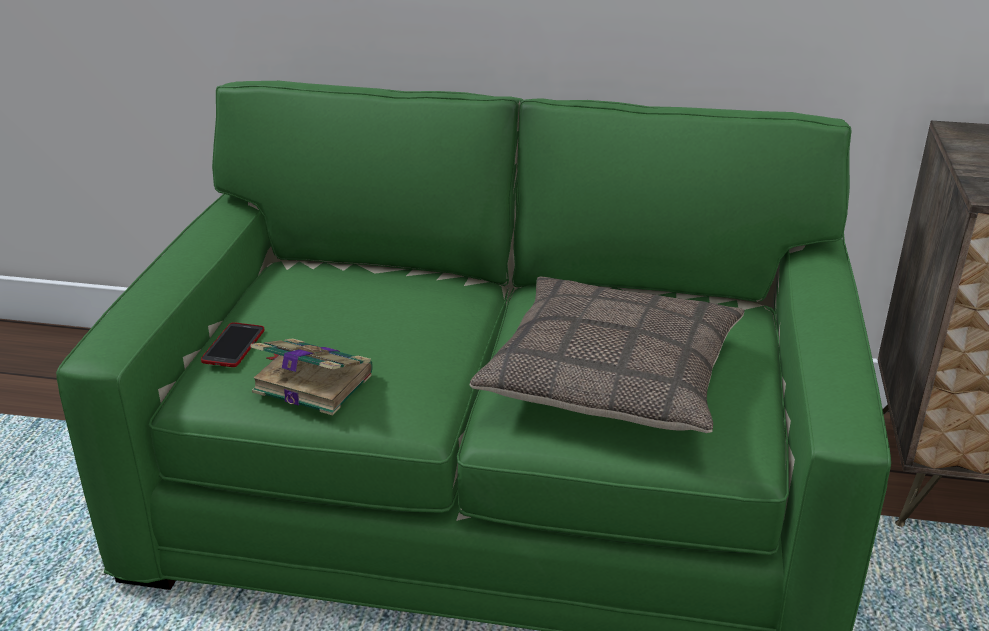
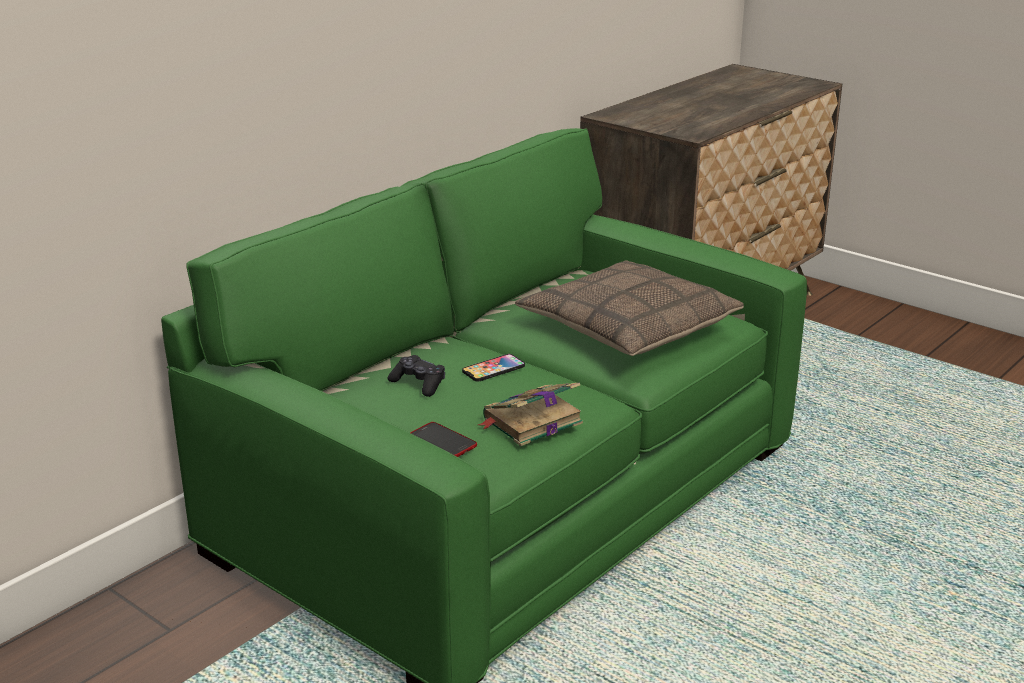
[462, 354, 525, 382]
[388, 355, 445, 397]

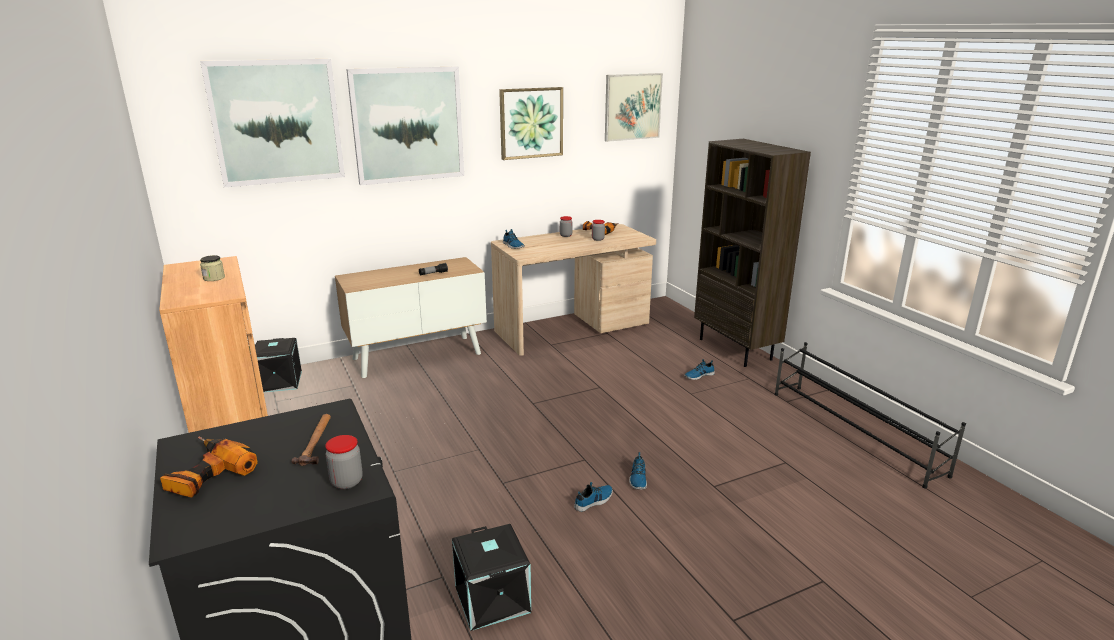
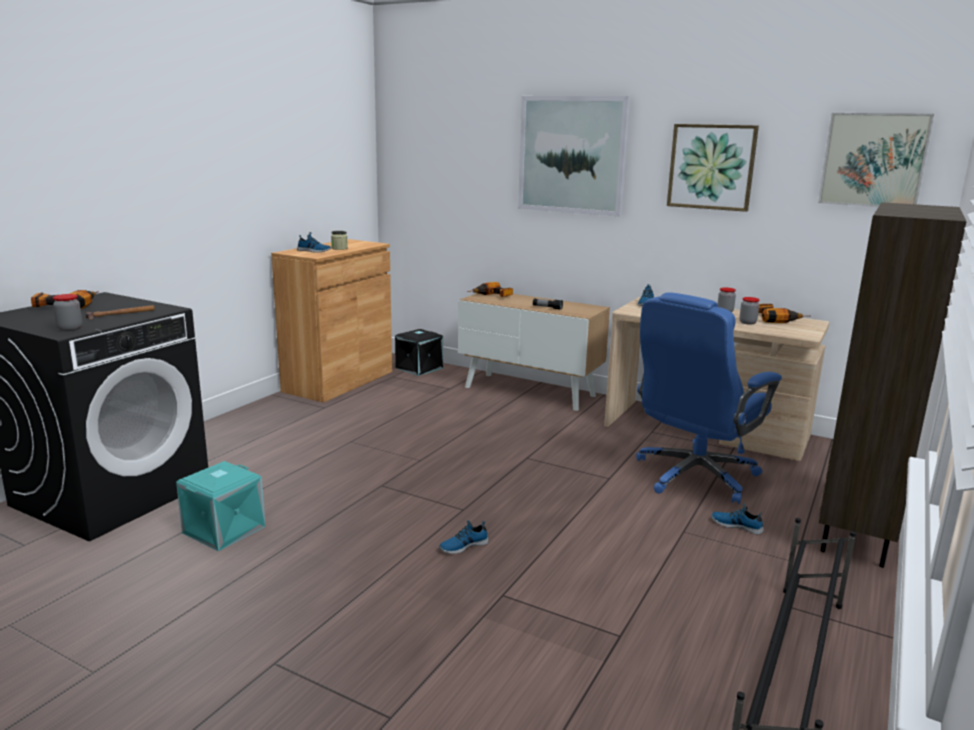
[200, 59, 345, 187] (first image)
[297, 232, 331, 253]
[176, 461, 265, 551]
[467, 282, 513, 297]
[636, 292, 782, 504]

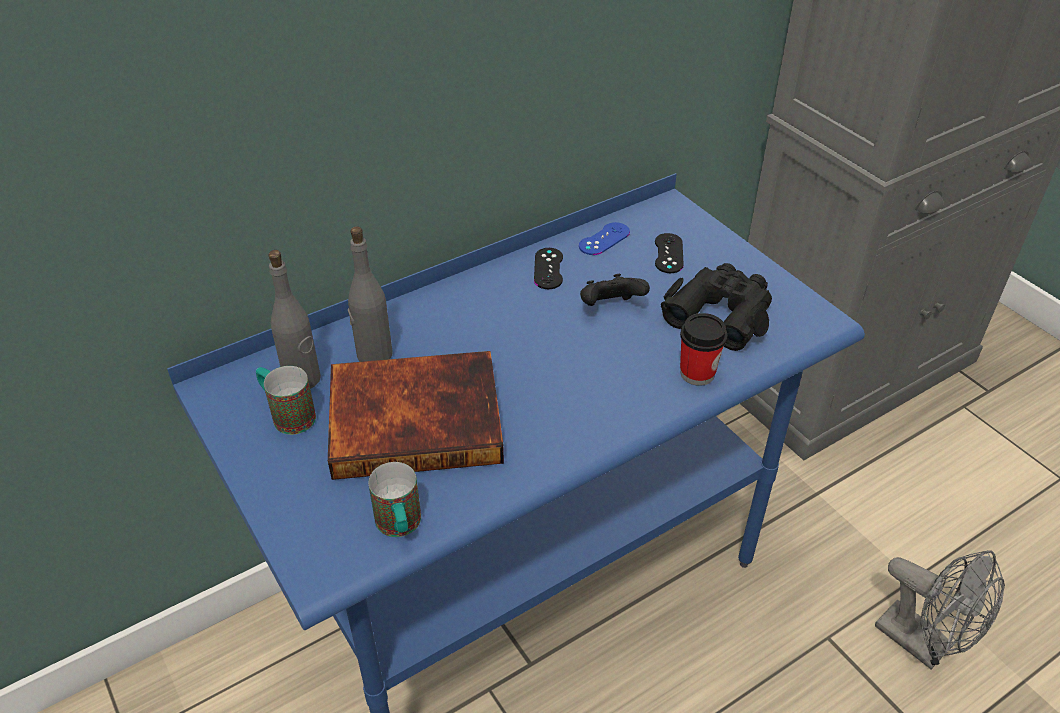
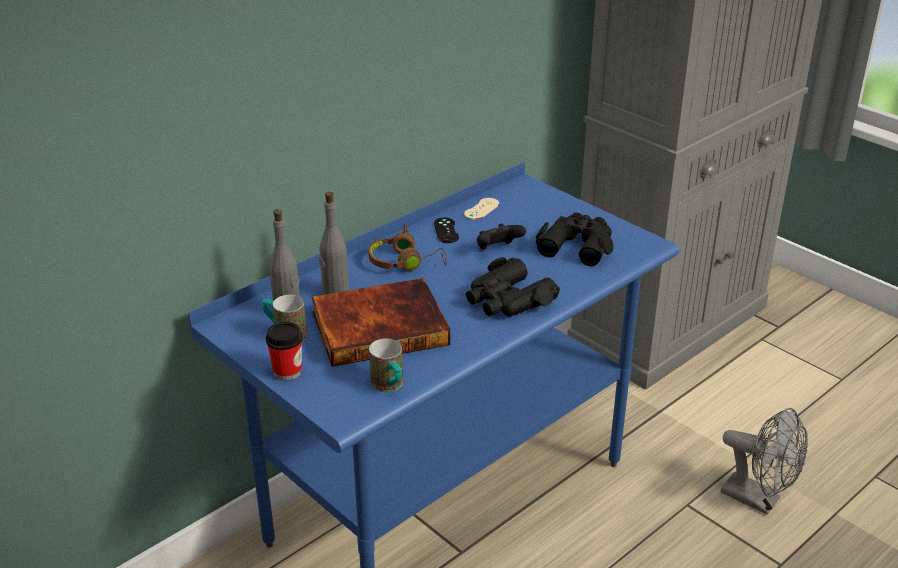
[464, 198, 499, 220]
[655, 233, 684, 273] (first image)
[266, 322, 303, 381]
[368, 223, 446, 271]
[466, 257, 560, 317]

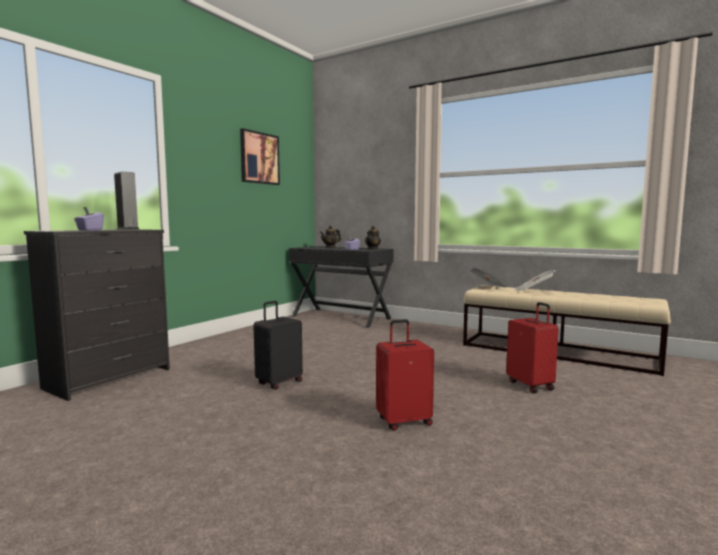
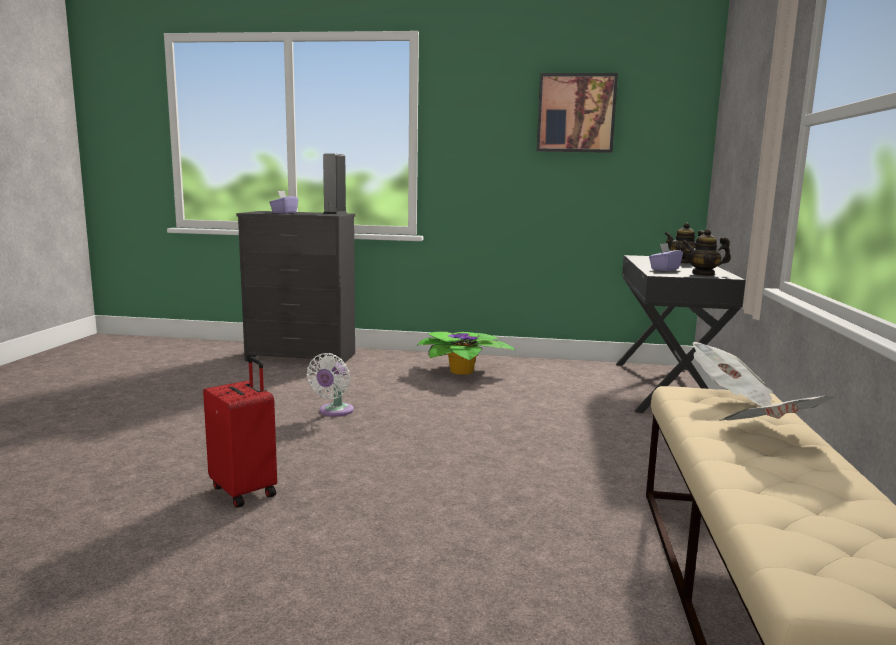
[307, 353, 354, 417]
[506, 302, 559, 393] (first image)
[417, 331, 515, 375]

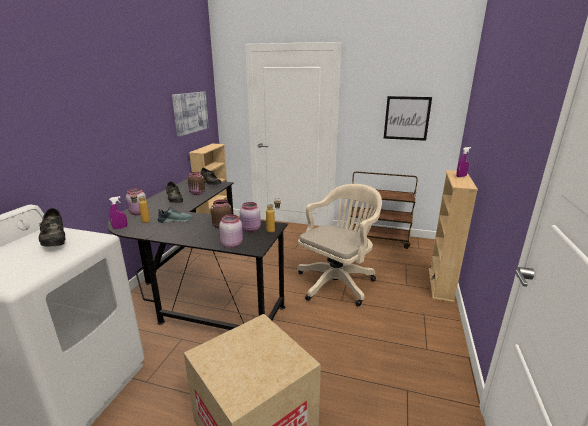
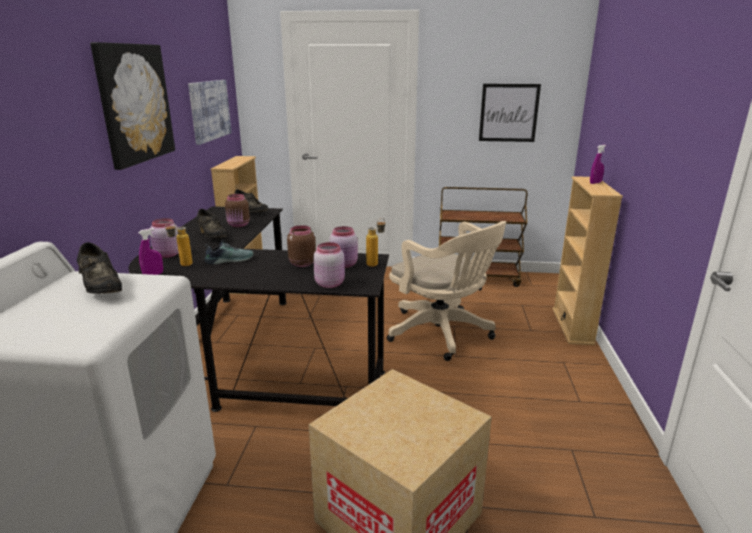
[387, 221, 506, 361]
[90, 42, 175, 170]

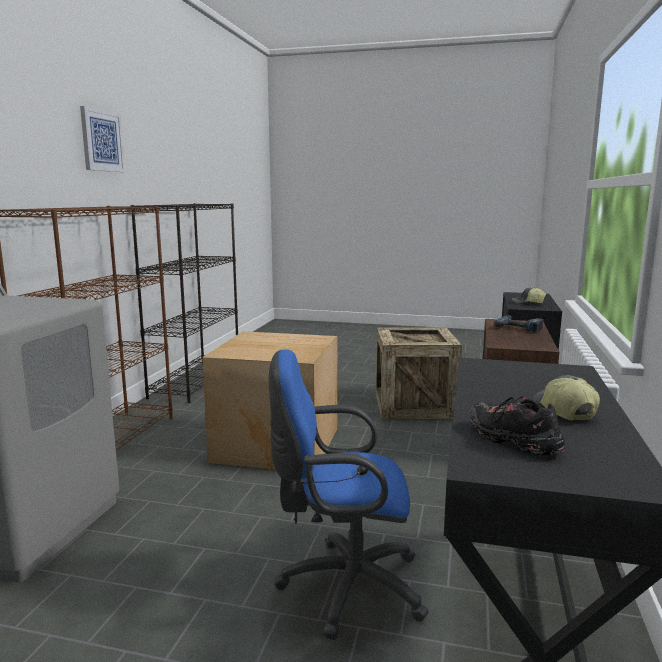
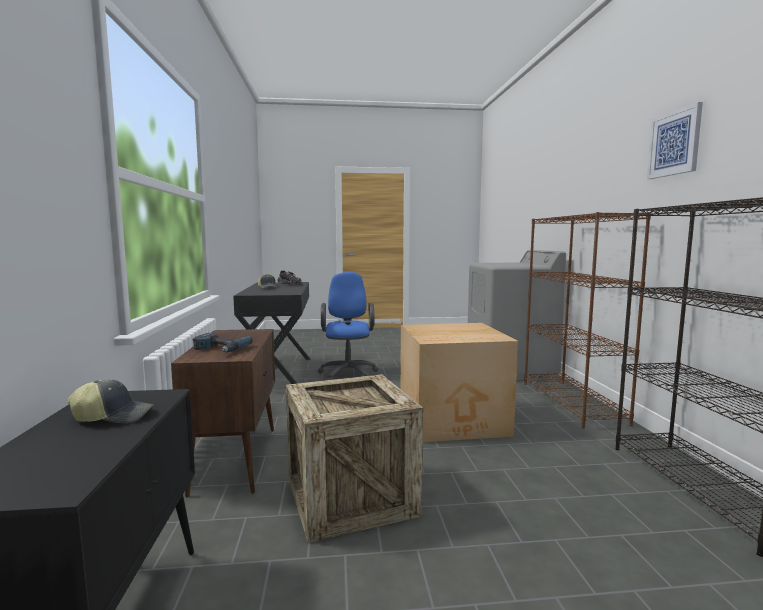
[318, 272, 378, 380]

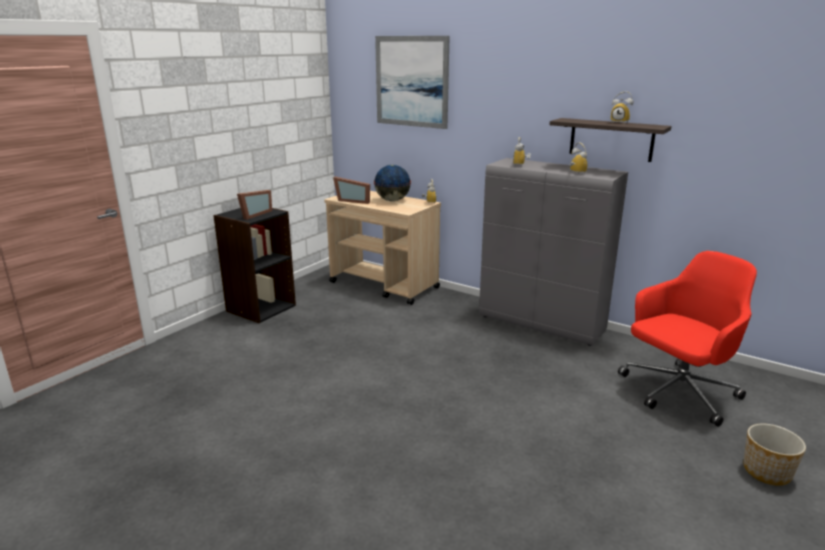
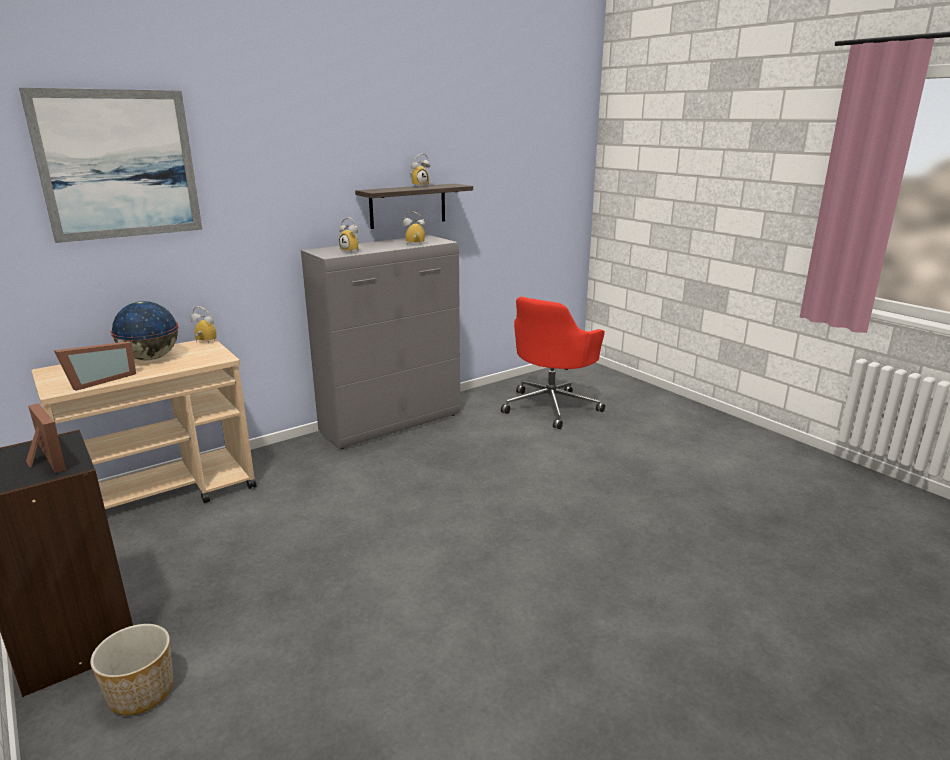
[501, 297, 605, 429]
[90, 624, 173, 715]

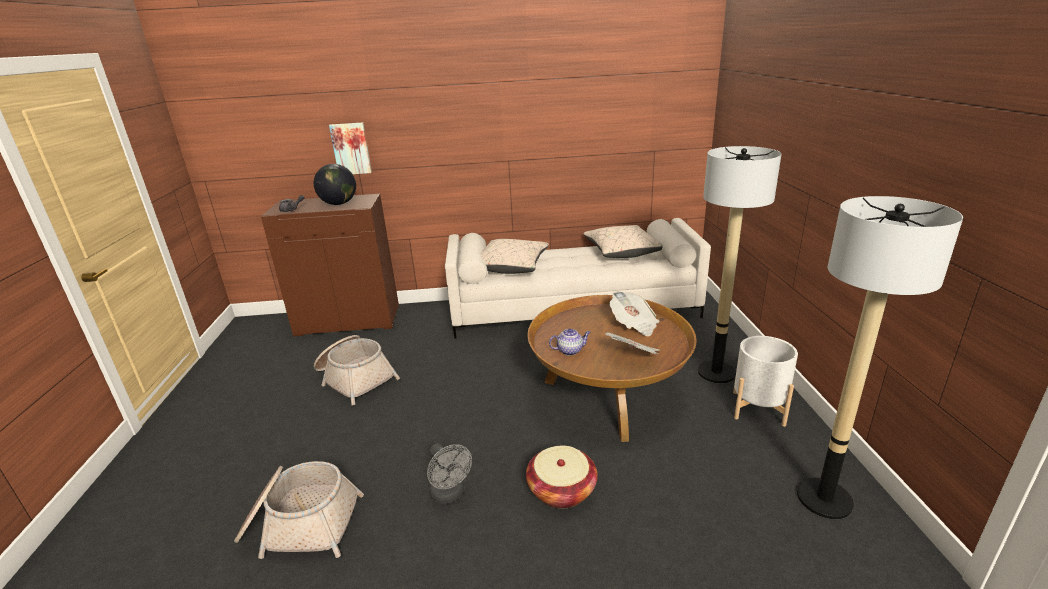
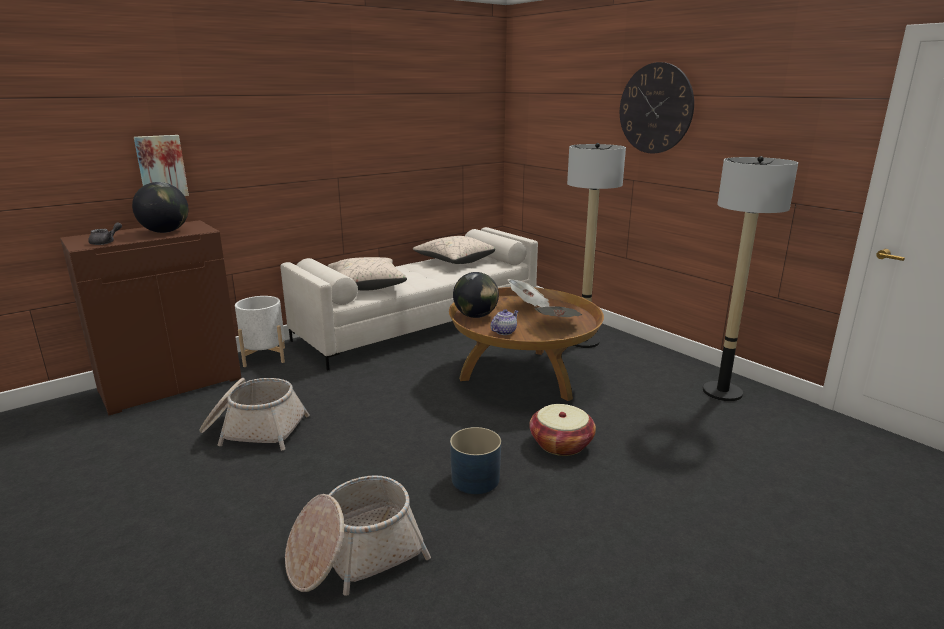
[235, 296, 285, 367]
[450, 427, 501, 494]
[620, 62, 694, 154]
[453, 272, 499, 318]

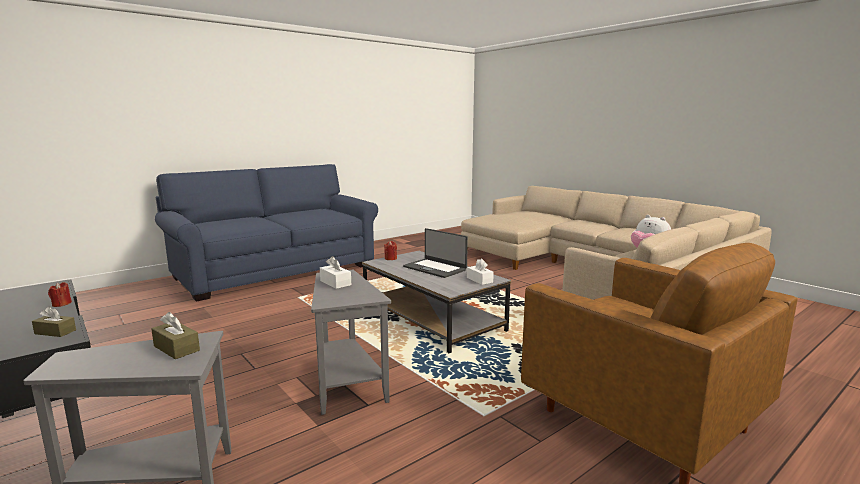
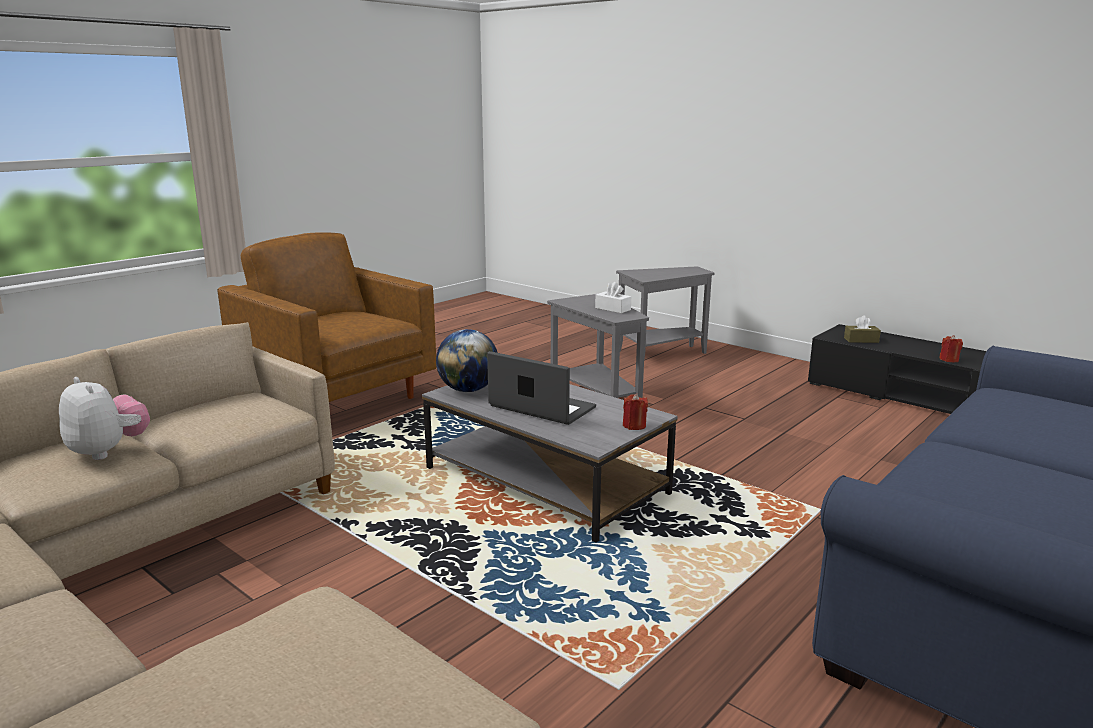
[436, 329, 498, 392]
[151, 312, 200, 359] (first image)

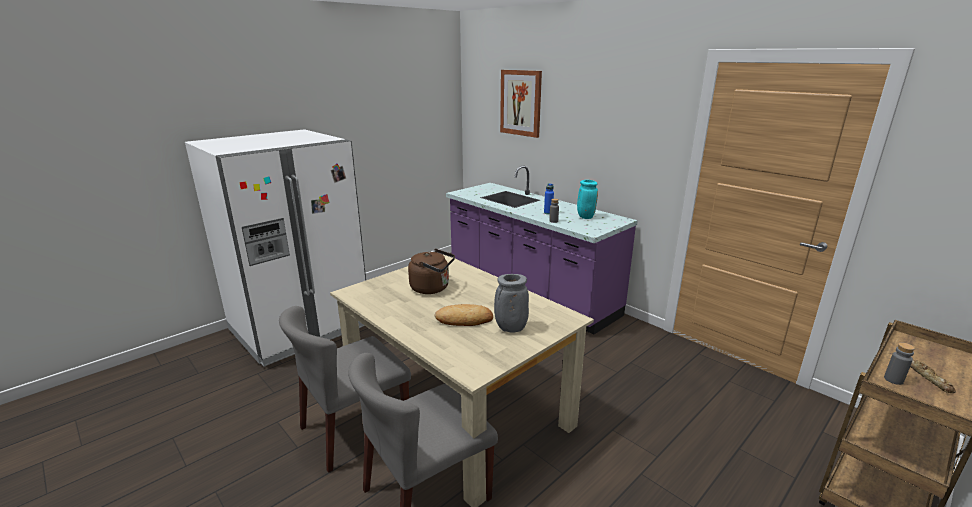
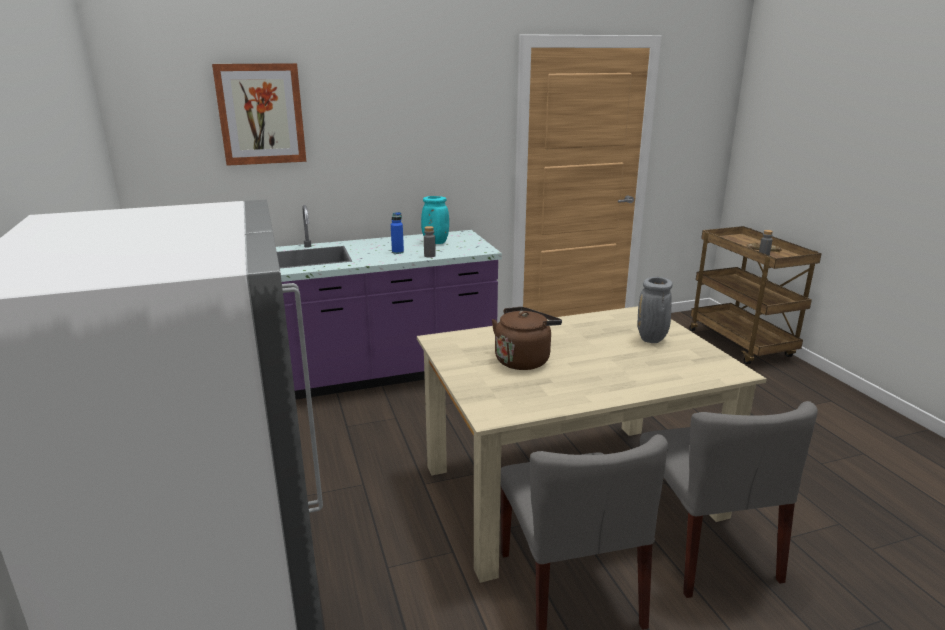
[435, 304, 493, 326] (first image)

